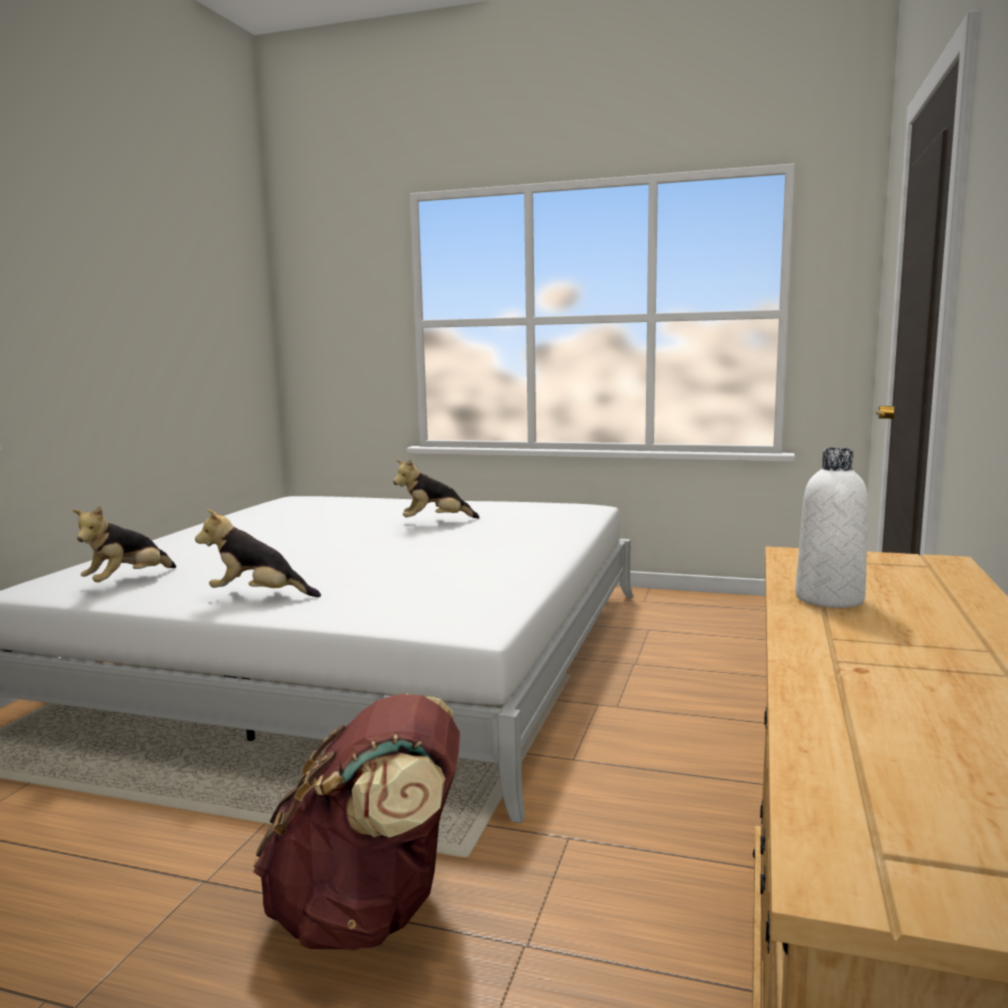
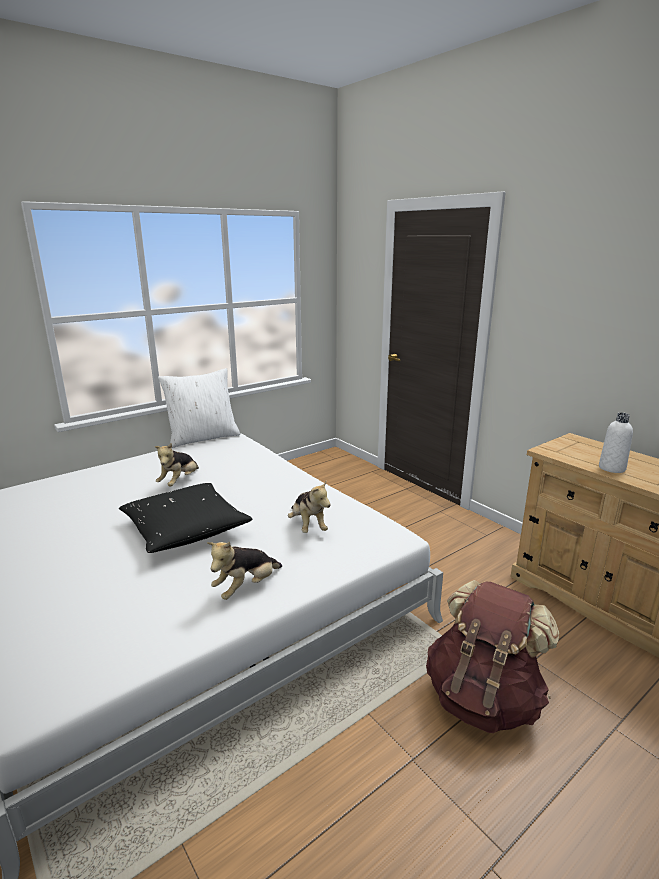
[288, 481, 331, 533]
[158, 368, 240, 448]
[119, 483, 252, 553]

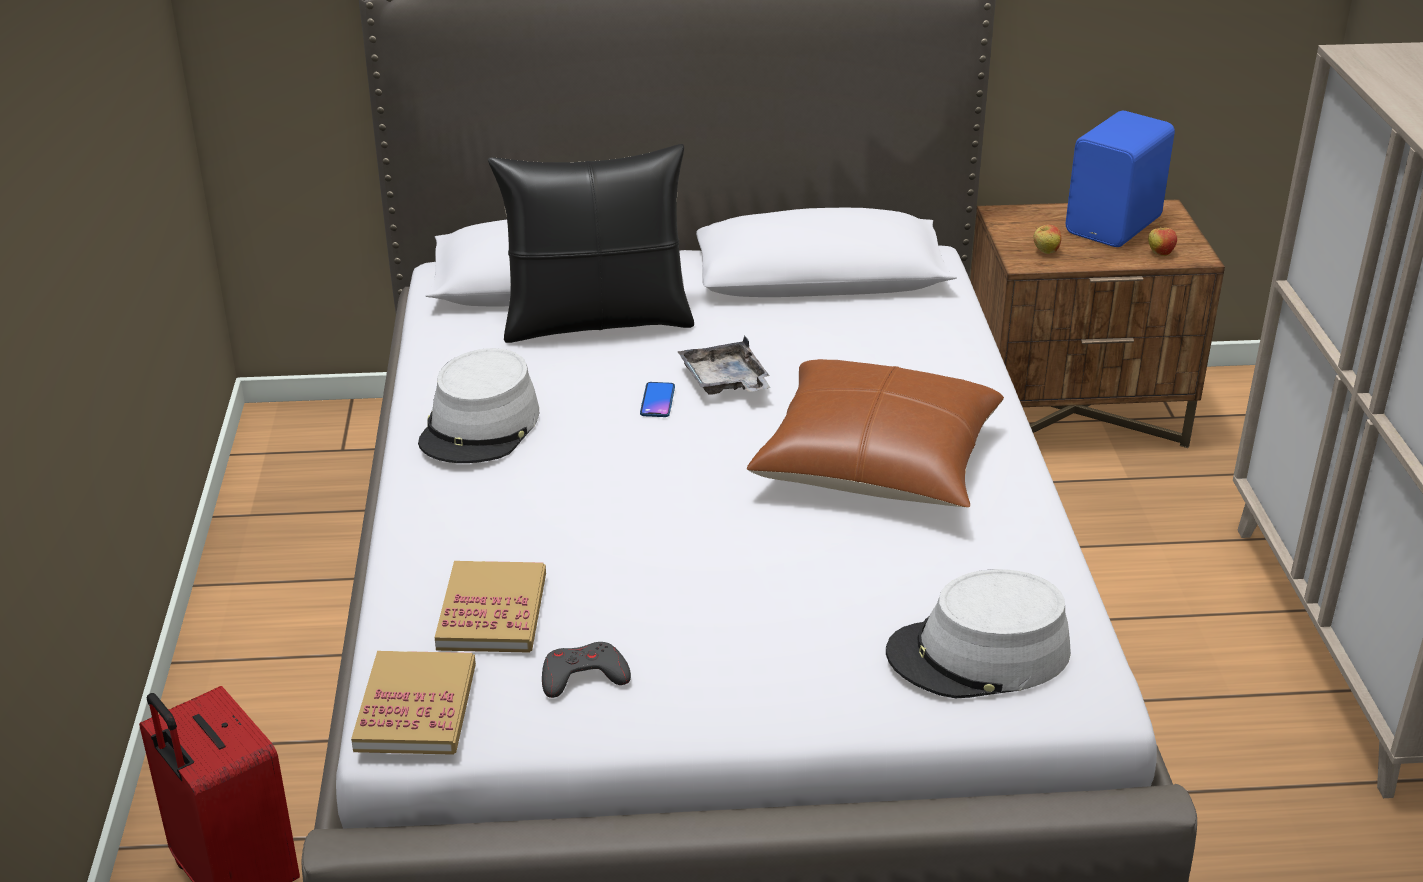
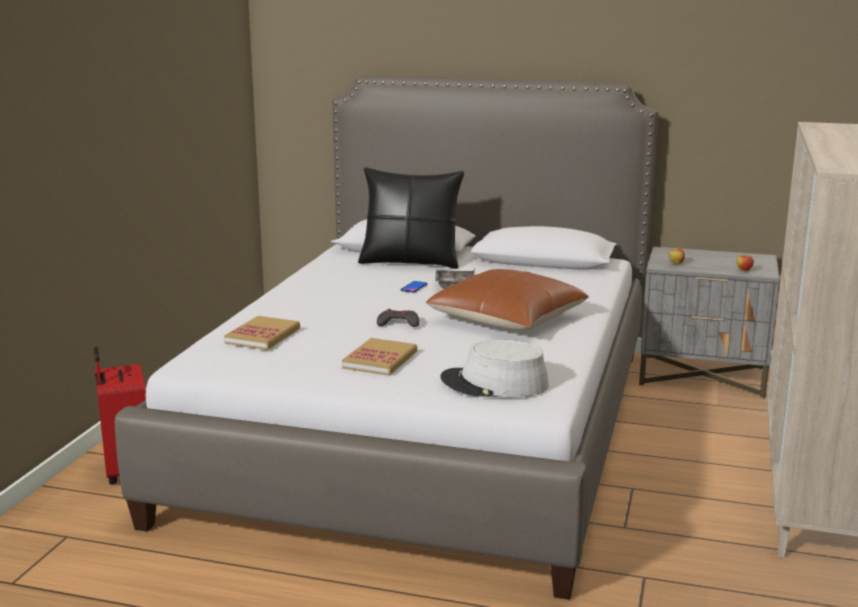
[1066, 111, 1175, 247] (first image)
[639, 246, 780, 399]
[418, 348, 539, 463] (first image)
[377, 309, 419, 327]
[342, 338, 417, 376]

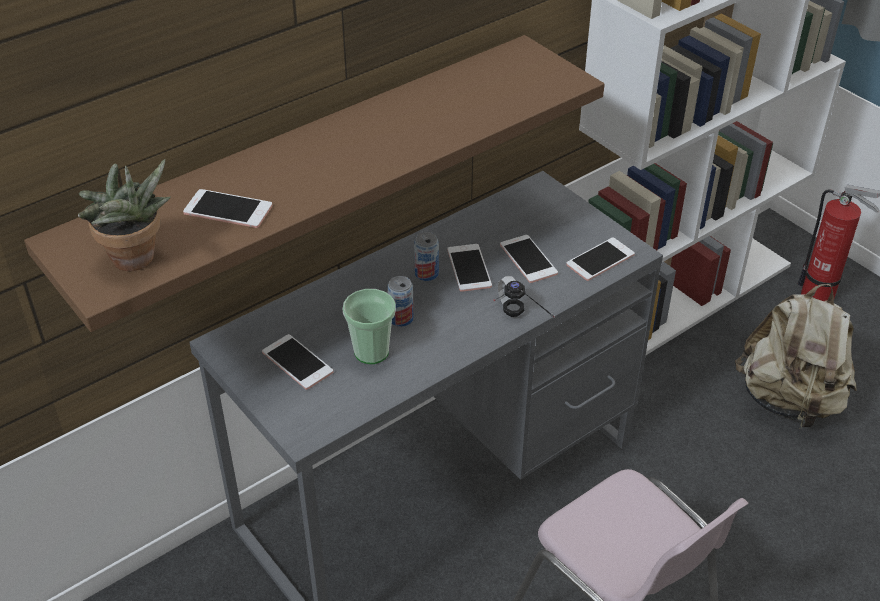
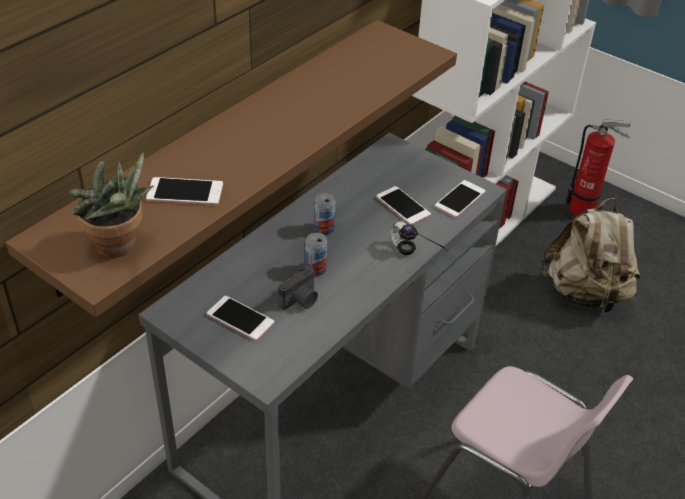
[447, 244, 492, 292] (first image)
[278, 266, 318, 310]

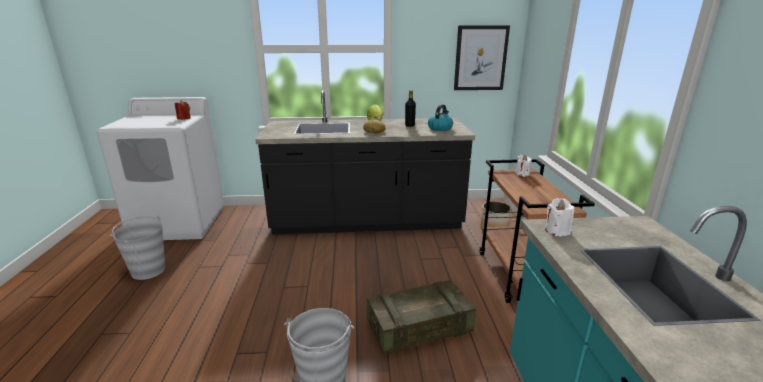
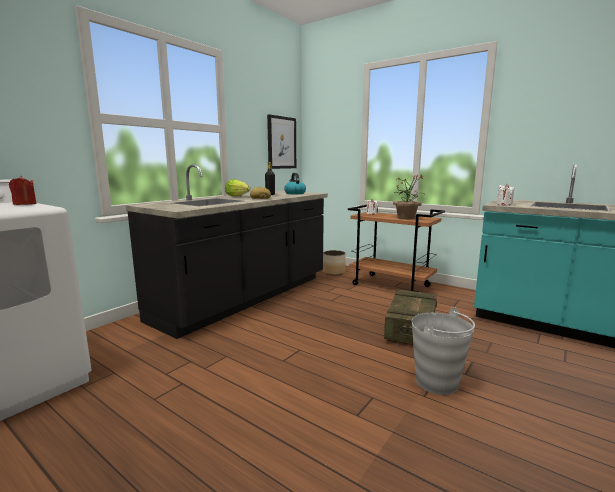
[110, 216, 165, 280] (first image)
[393, 174, 426, 219]

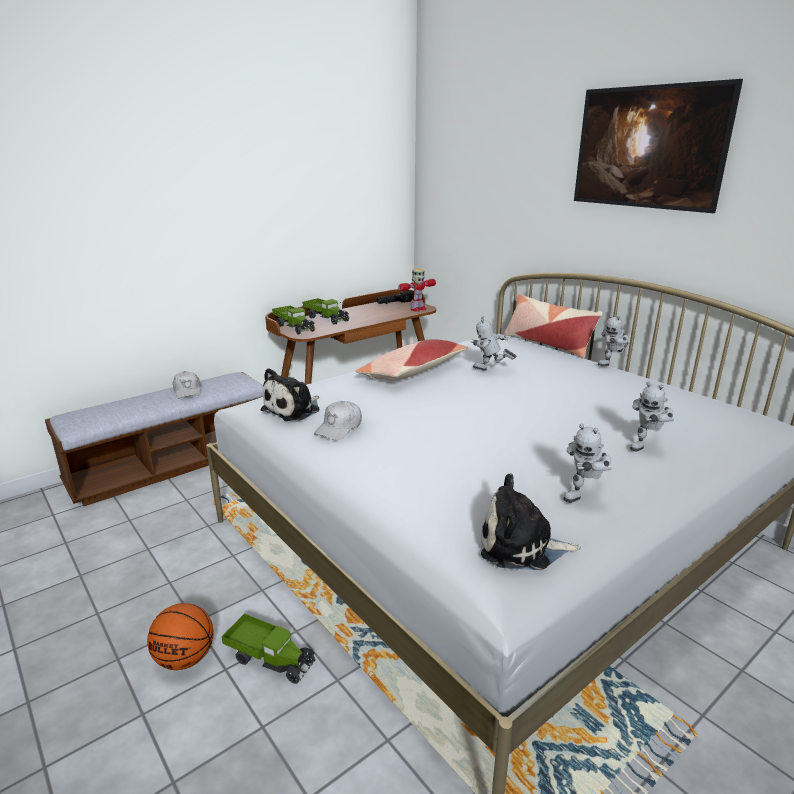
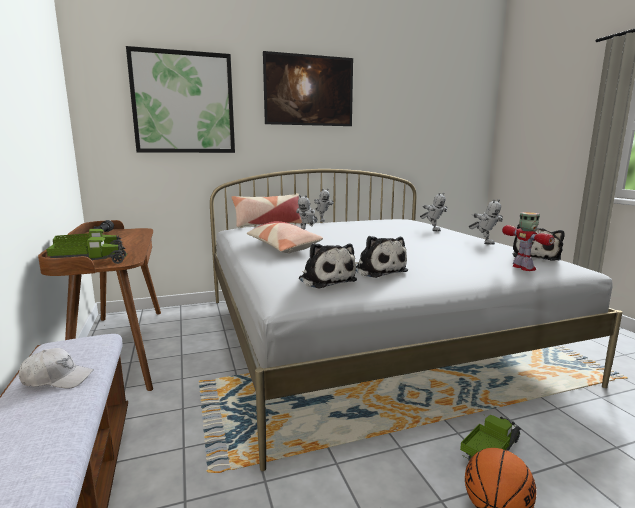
[502, 212, 555, 271]
[355, 236, 408, 278]
[126, 46, 235, 153]

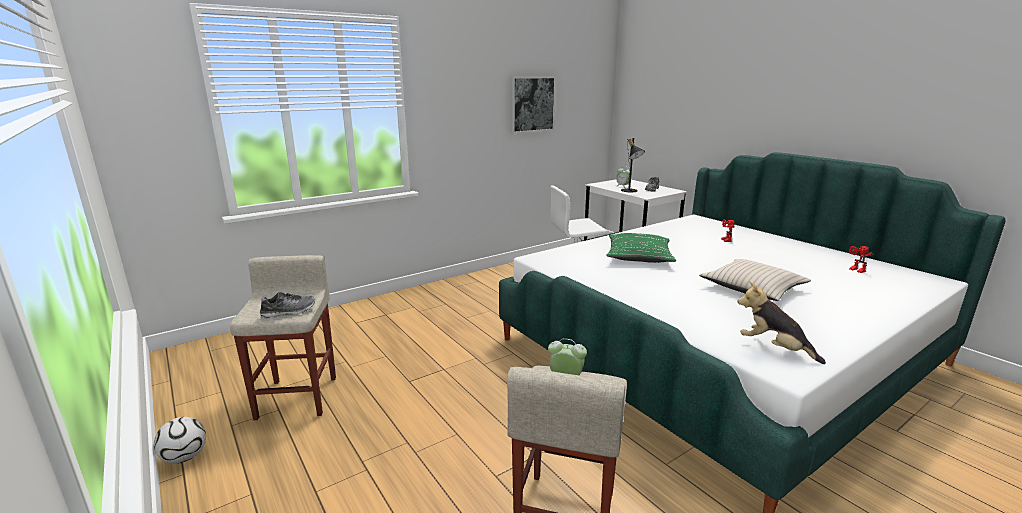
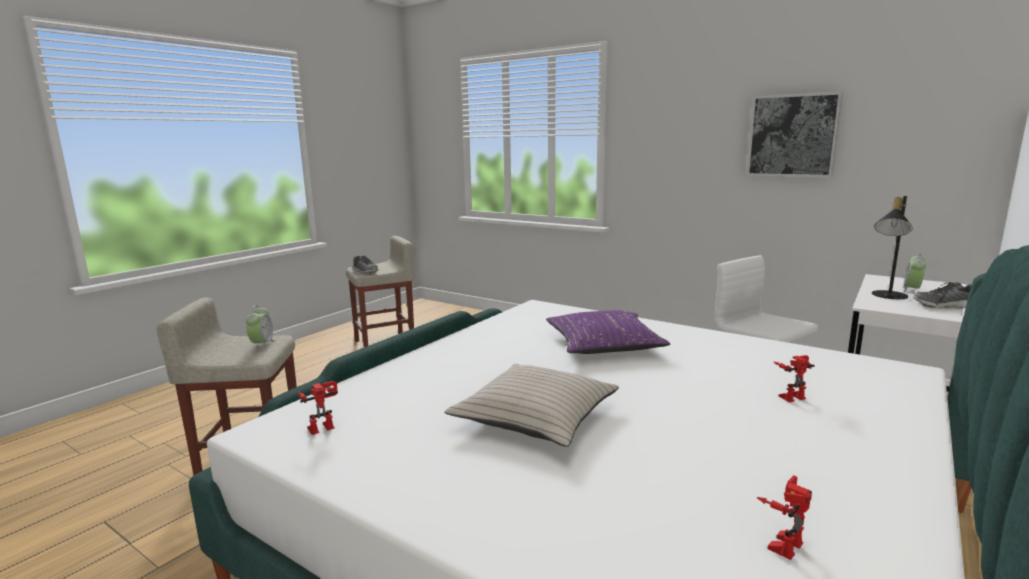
[546, 310, 670, 354]
[298, 381, 338, 435]
[154, 417, 206, 464] (first image)

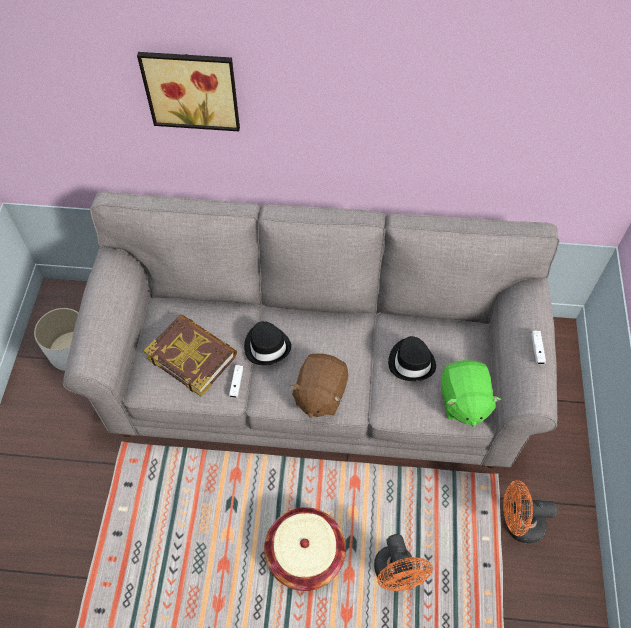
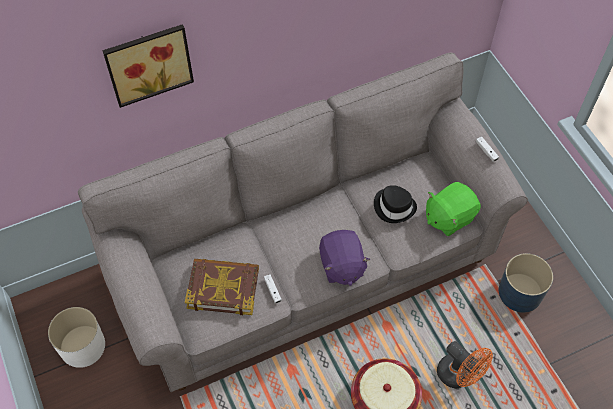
[244, 321, 291, 365] (first image)
[319, 230, 370, 286]
[426, 182, 481, 236]
[499, 253, 553, 313]

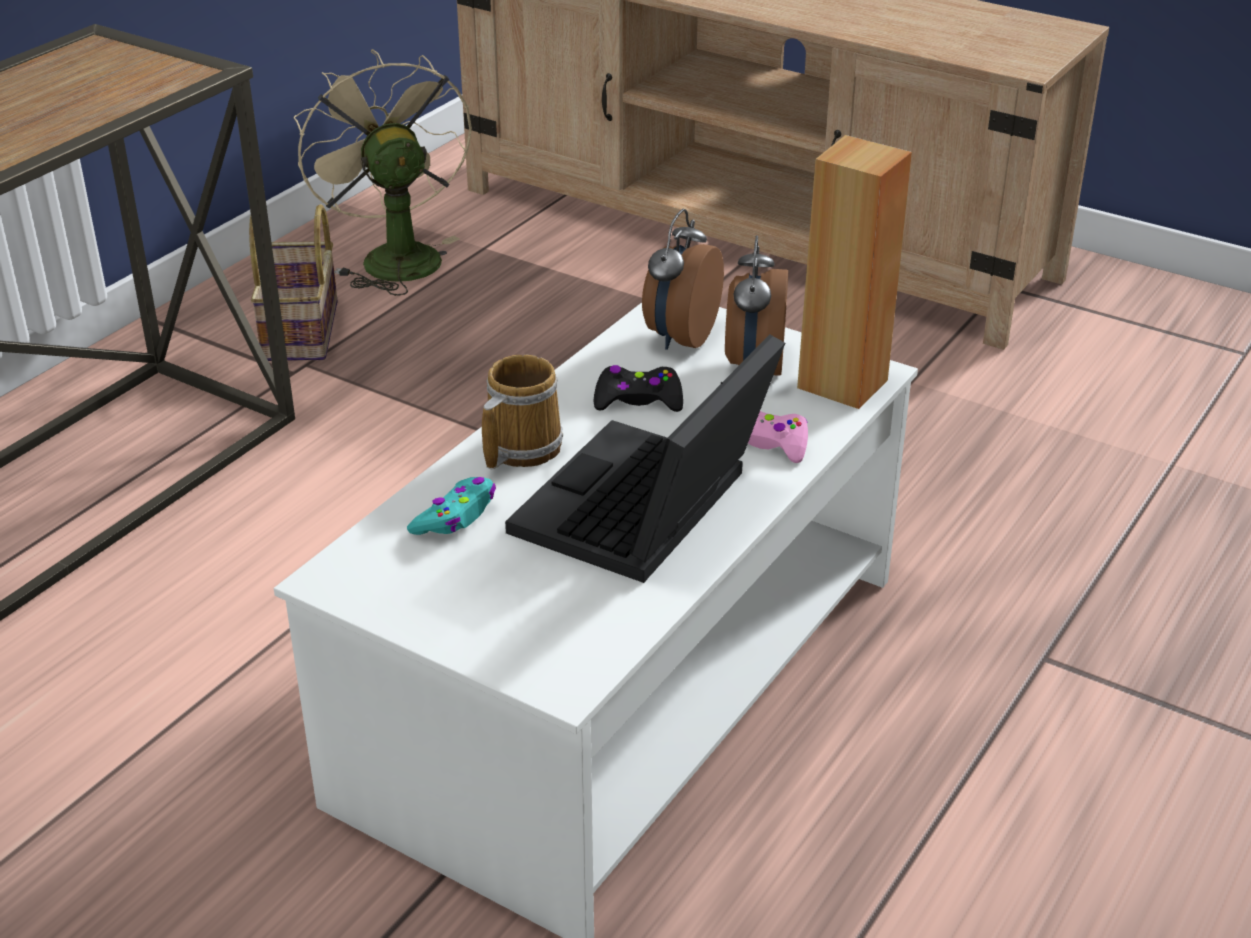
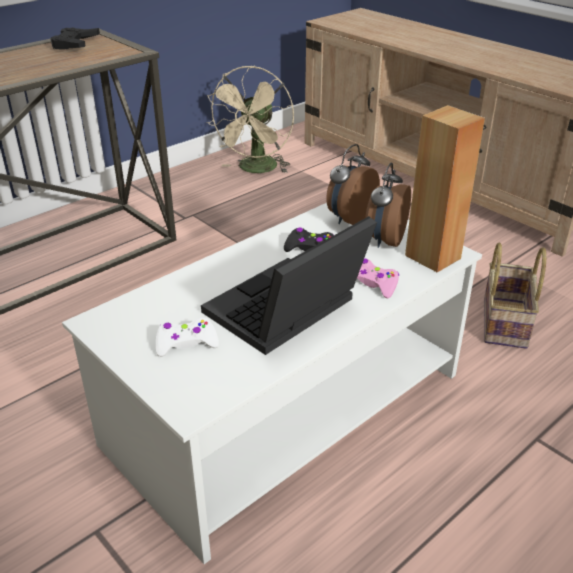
[206, 66, 294, 173]
[484, 242, 547, 348]
[482, 354, 563, 469] (first image)
[407, 477, 496, 535] (first image)
[50, 27, 100, 50]
[156, 317, 219, 357]

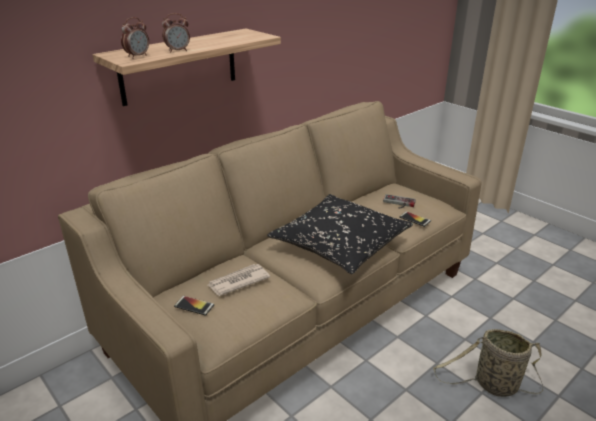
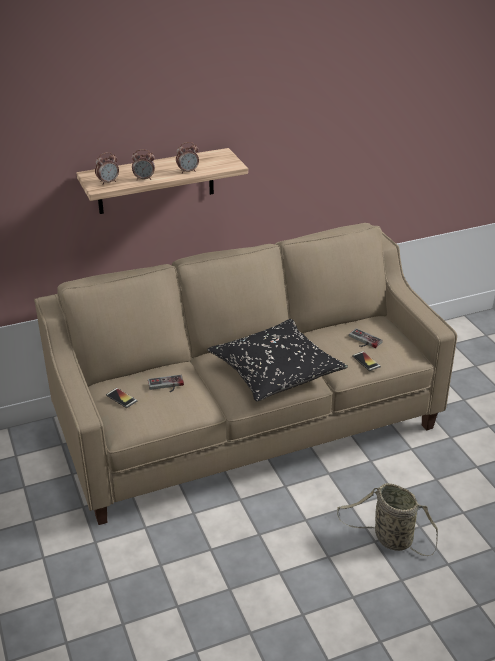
[148, 375, 184, 392]
[176, 142, 199, 174]

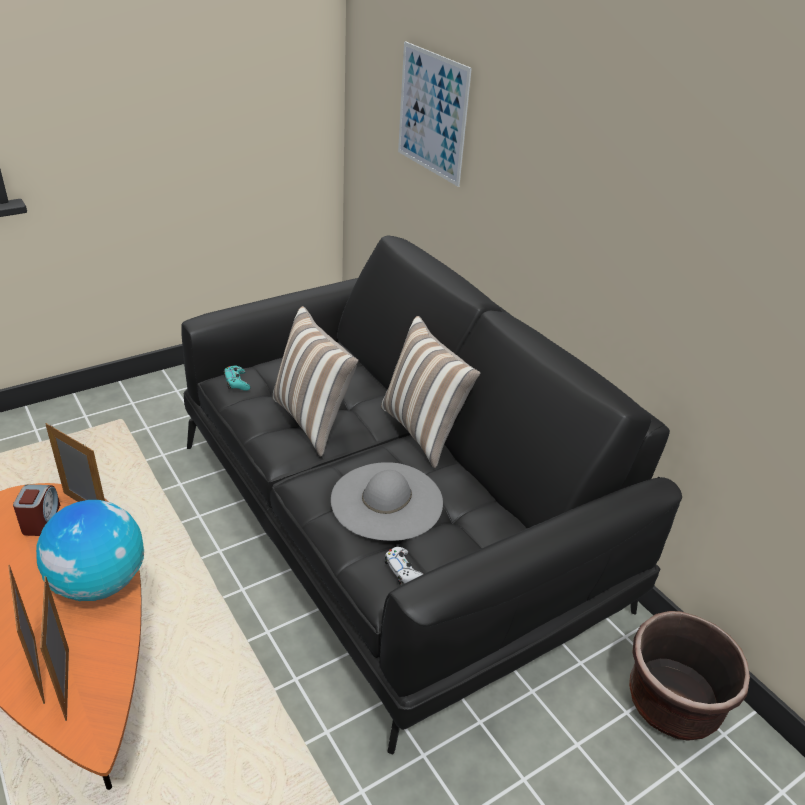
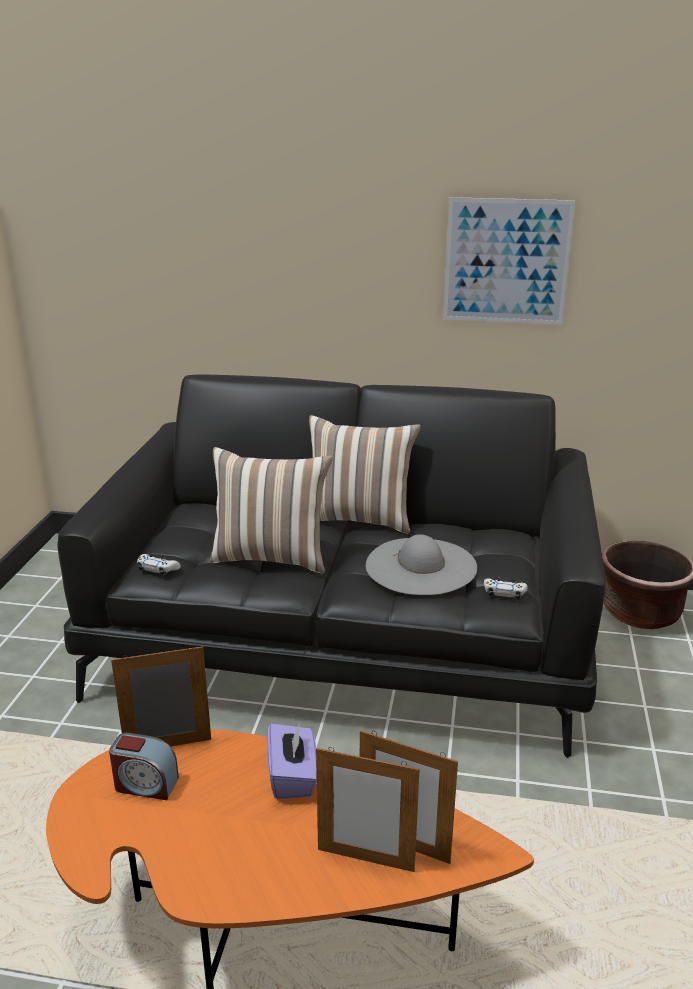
[443, 197, 576, 325]
[137, 553, 181, 576]
[109, 732, 179, 800]
[267, 722, 317, 799]

